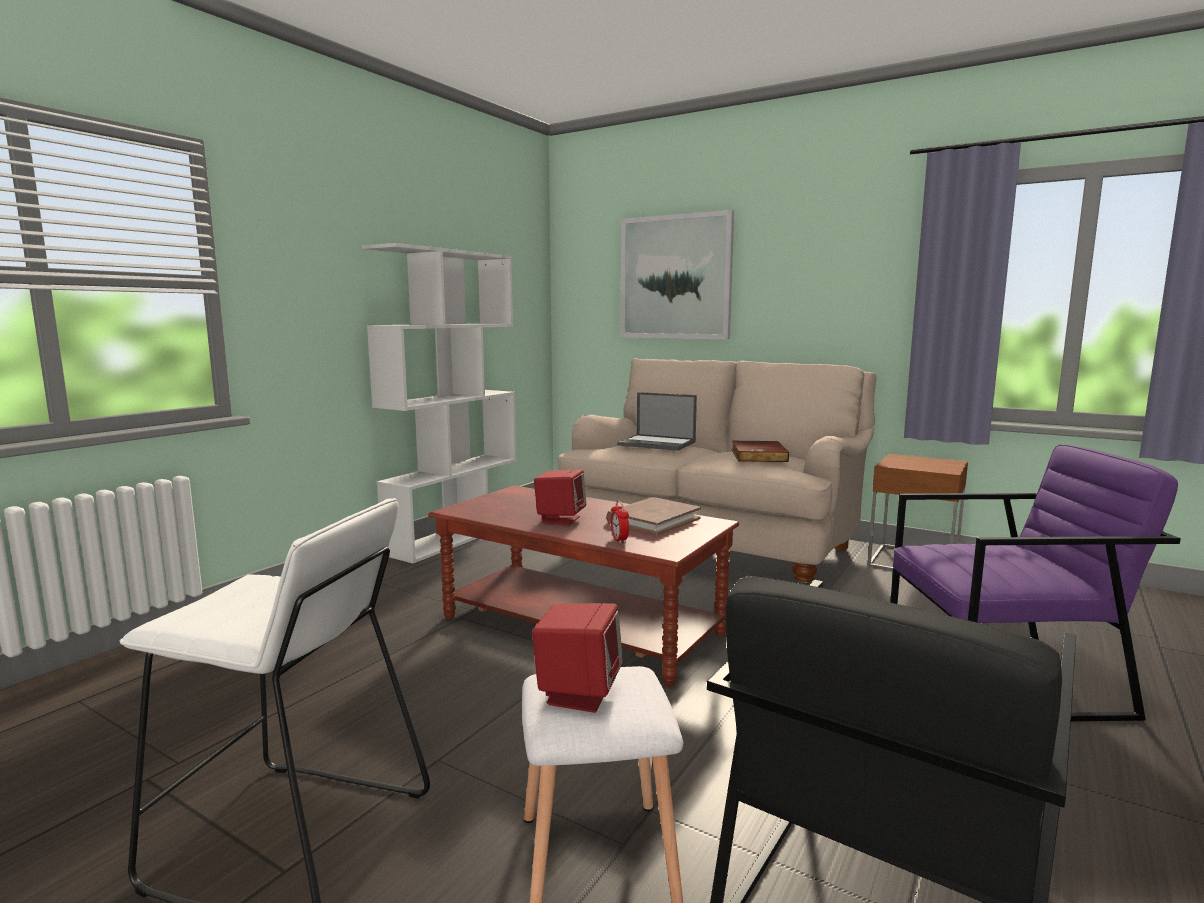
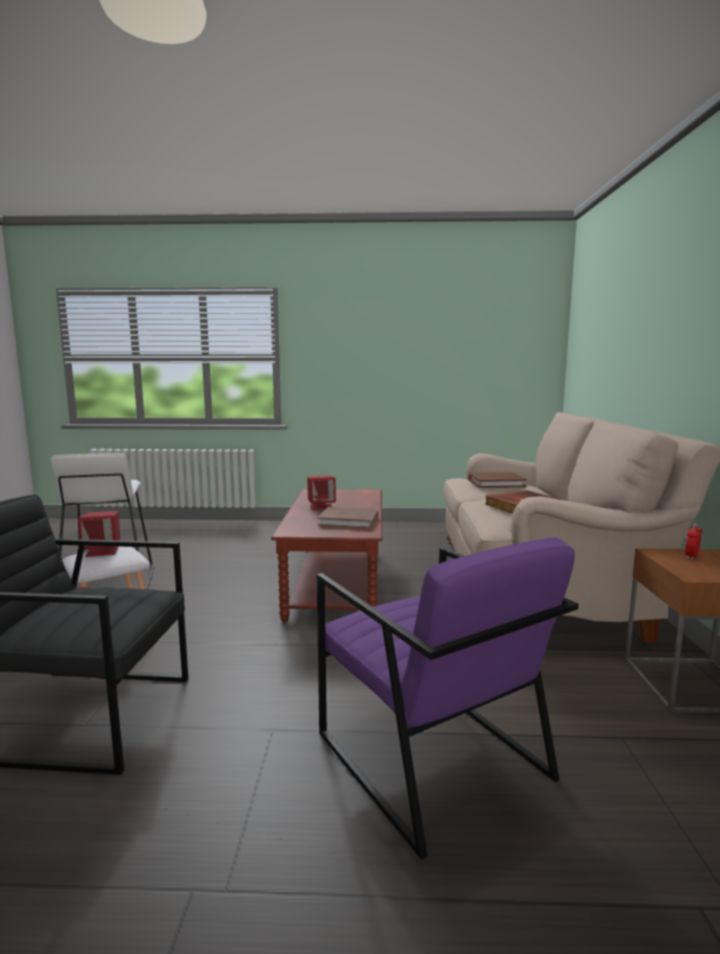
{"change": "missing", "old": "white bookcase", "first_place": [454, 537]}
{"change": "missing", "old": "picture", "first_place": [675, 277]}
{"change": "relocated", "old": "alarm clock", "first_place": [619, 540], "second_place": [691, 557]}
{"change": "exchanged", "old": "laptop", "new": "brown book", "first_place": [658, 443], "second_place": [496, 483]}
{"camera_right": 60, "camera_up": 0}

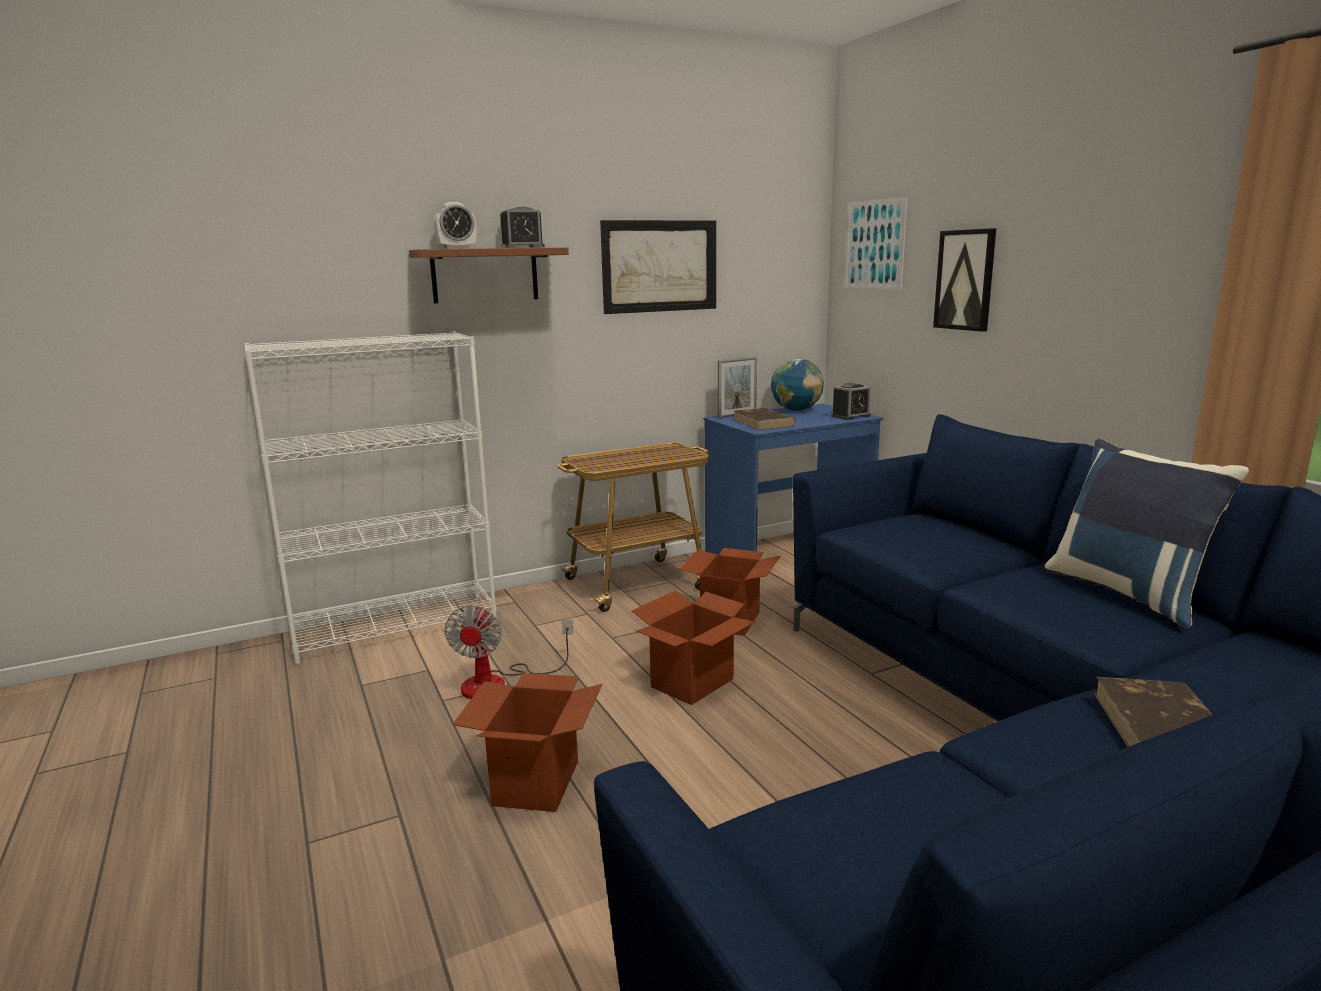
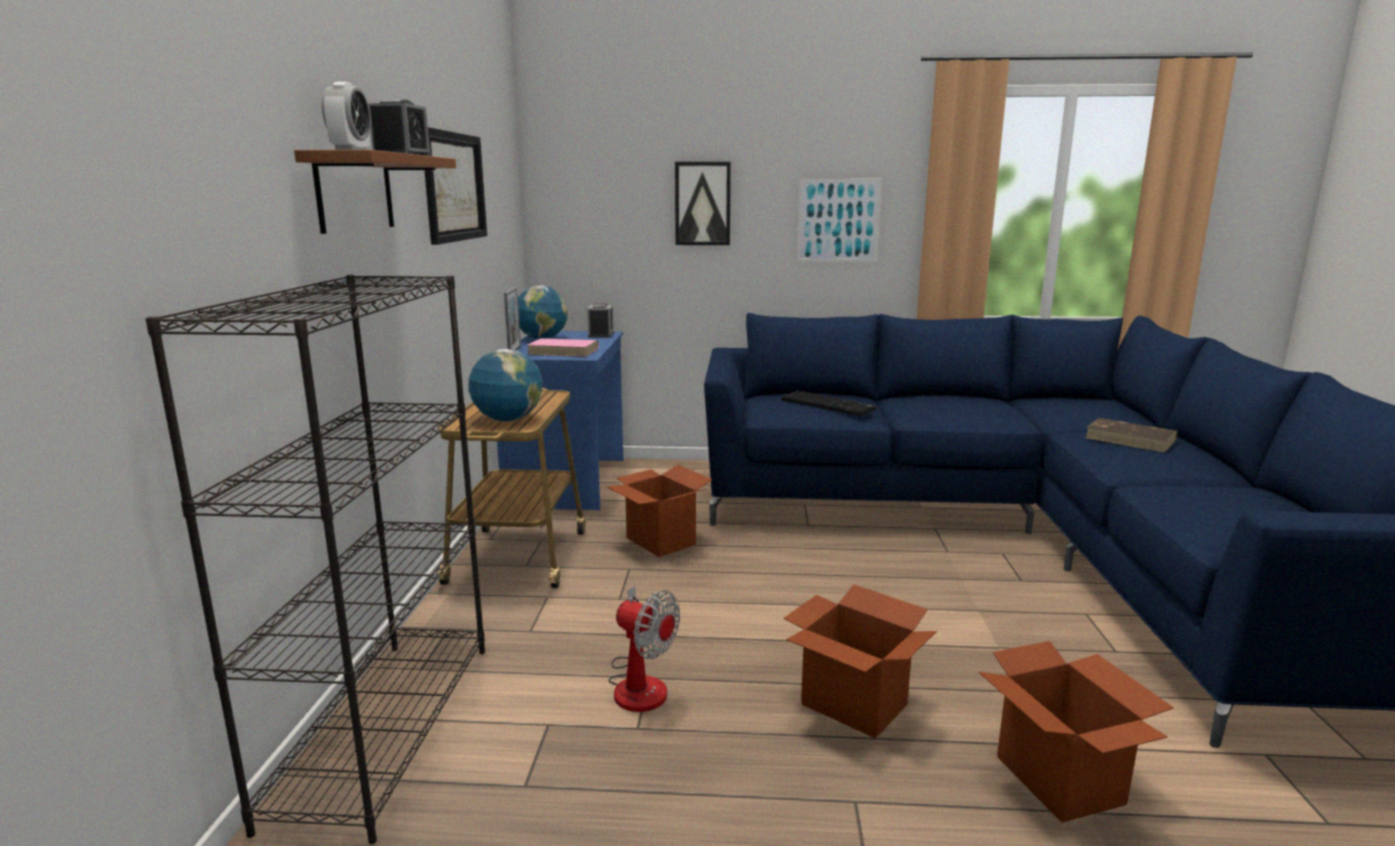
{"change": "missing", "old": "blue pillow", "first_place": [1128, 592]}
{"change": "appeared", "new": "globe", "second_place": [508, 419]}
{"change": "appeared", "new": "keyboard", "second_place": [829, 405]}
{"change": "relocated", "old": "cardboard box", "first_place": [692, 683], "second_place": [1060, 780]}
{"change": "relocated", "old": "picture", "first_place": [874, 244], "second_place": [838, 220]}
{"change": "colour", "old": "white bookcase", "new": "black bookcase", "first_place": [396, 627], "second_place": [385, 727]}
{"change": "colour", "old": "brown book", "new": "pink book", "first_place": [763, 423], "second_place": [564, 351]}
{"camera_right": -60, "camera_up": 0}

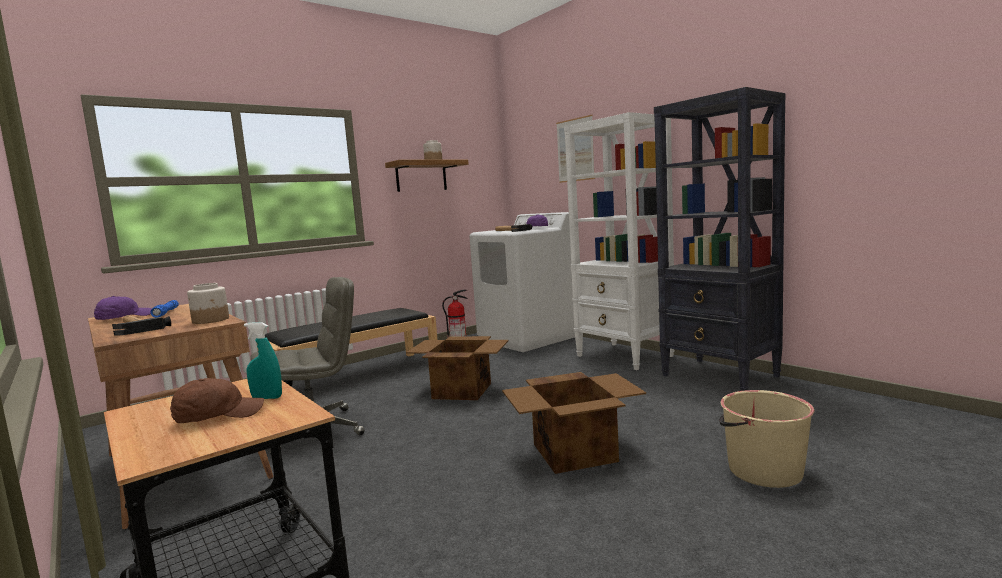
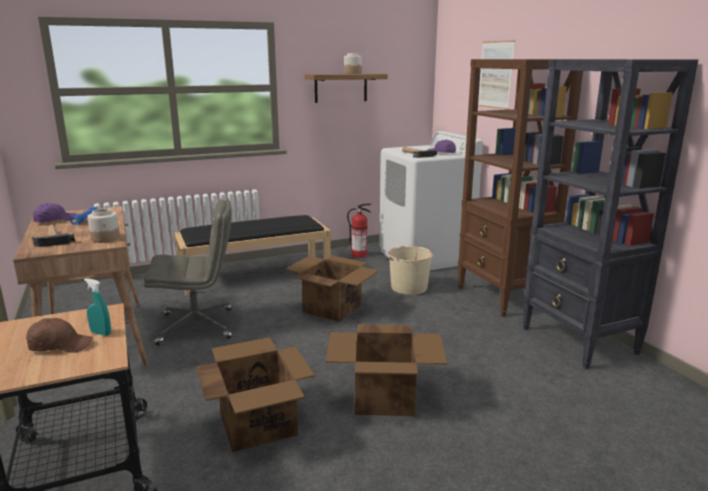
{"change": "appeared", "new": "cardboard box", "second_place": [258, 423]}
{"change": "relocated", "old": "beige bucket", "first_place": [763, 471], "second_place": [408, 288]}
{"change": "colour", "old": "white bookcase", "new": "brown bookcase", "first_place": [625, 356], "second_place": [503, 297]}
{"camera_right": 15, "camera_up": 10}

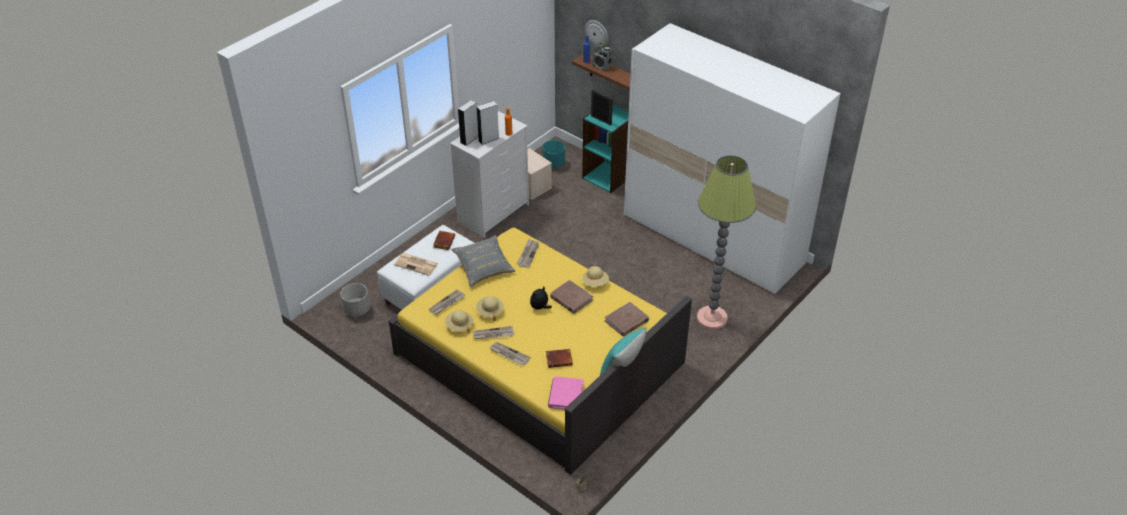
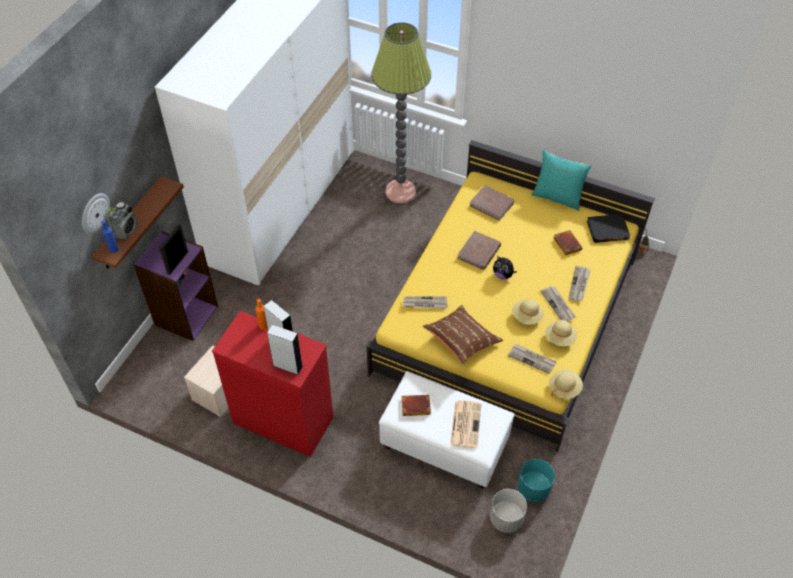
{"change": "relocated", "old": "turquoise planter", "first_place": [553, 164], "second_place": [534, 488]}
{"change": "relocated", "old": "beige hat", "first_place": [595, 283], "second_place": [564, 388]}
{"change": "colour", "old": "white dresser", "new": "red dresser", "first_place": [493, 212], "second_place": [282, 420]}
{"change": "colour", "old": "grey pillow", "new": "brown pillow", "first_place": [483, 268], "second_place": [461, 341]}
{"change": "colour", "old": "pink book", "new": "black book", "first_place": [565, 395], "second_place": [607, 230]}
{"change": "colour", "old": "turquoise bookcase", "new": "purple bookcase", "first_place": [608, 176], "second_place": [185, 315]}
{"camera_right": -105, "camera_up": 10}

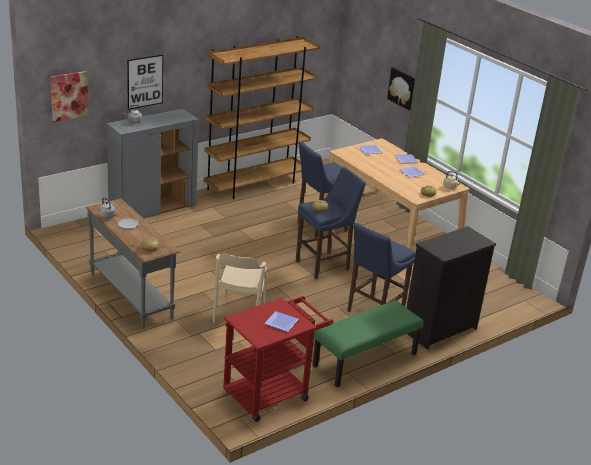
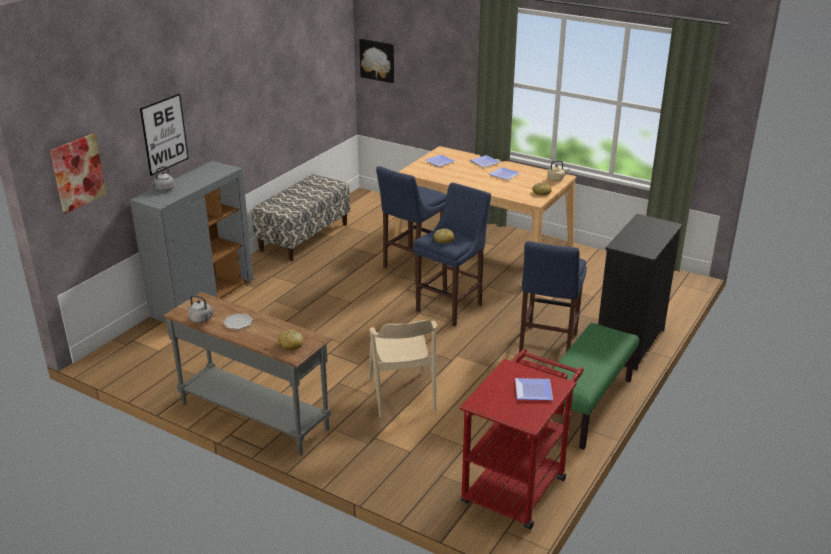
{"change": "relocated", "old": "picture", "first_place": [402, 88], "second_place": [378, 60]}
{"change": "exchanged", "old": "brown bookcase", "new": "bench", "first_place": [256, 185], "second_place": [304, 237]}
{"camera_right": -20, "camera_up": 0}

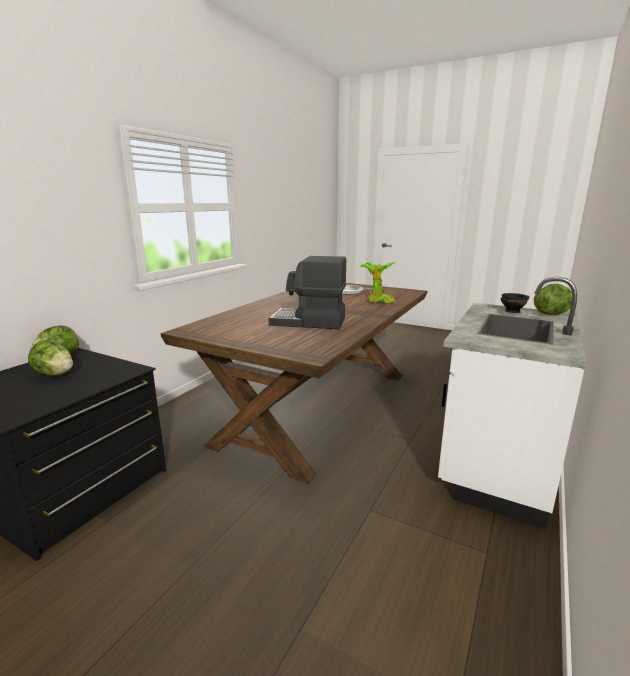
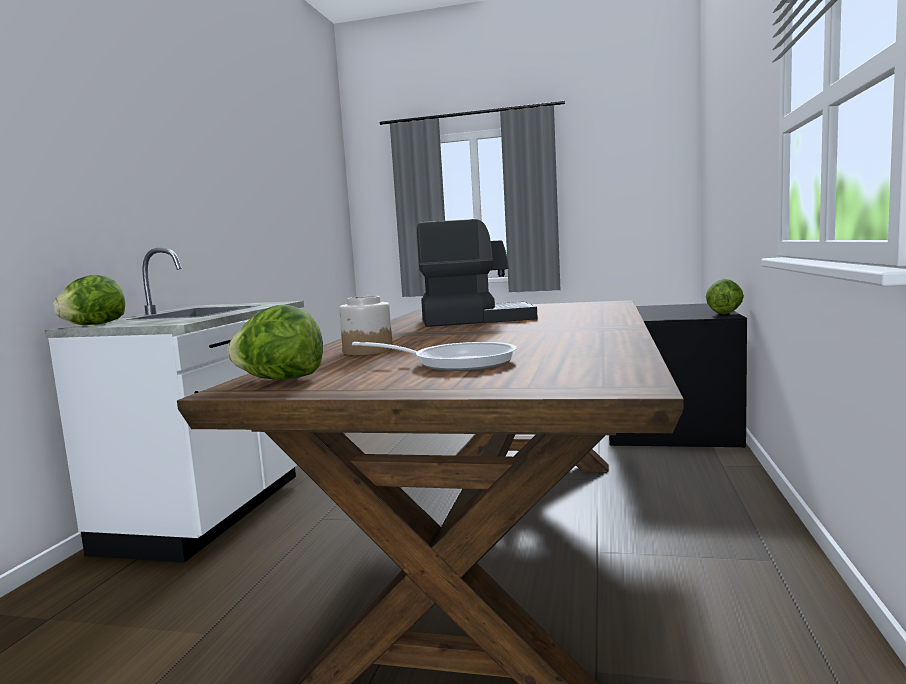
{"change": "missing", "old": "black bowl", "first_place": [513, 311]}
{"change": "relocated", "old": "lettuce", "first_place": [55, 374], "second_place": [281, 379]}
{"change": "exchanged", "old": "potted plant", "new": "jar", "first_place": [378, 302], "second_place": [367, 351]}
{"camera_right": 165, "camera_up": -10}

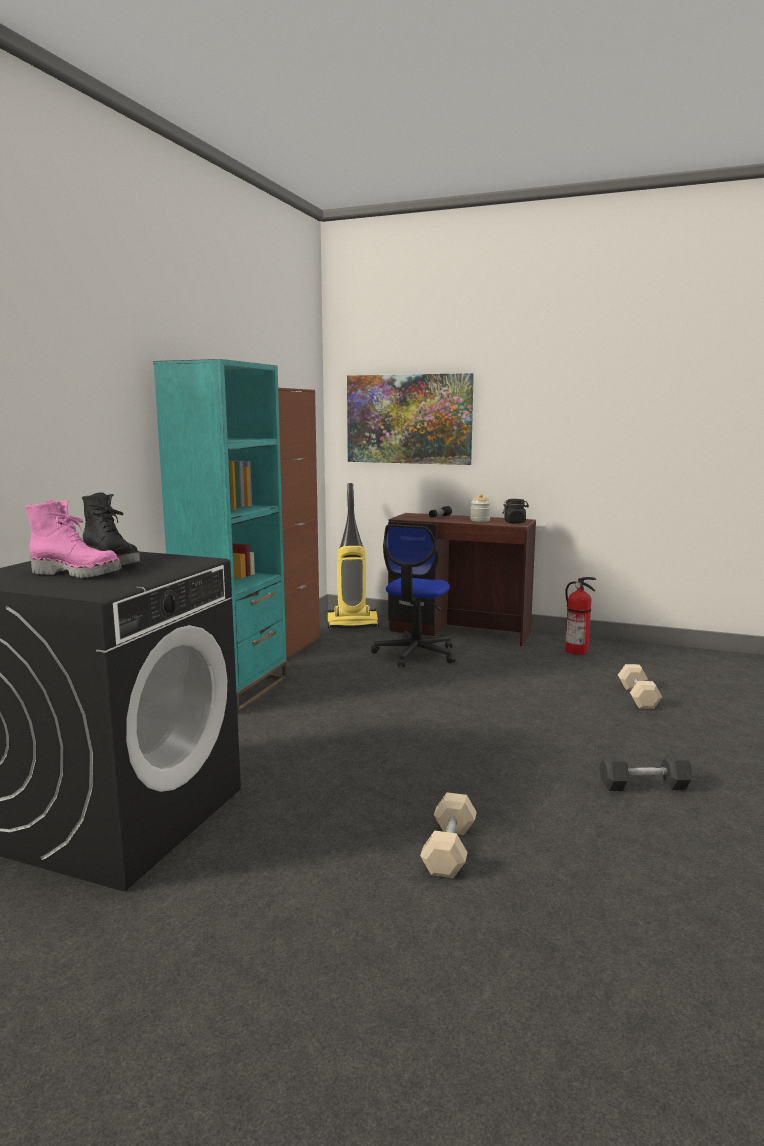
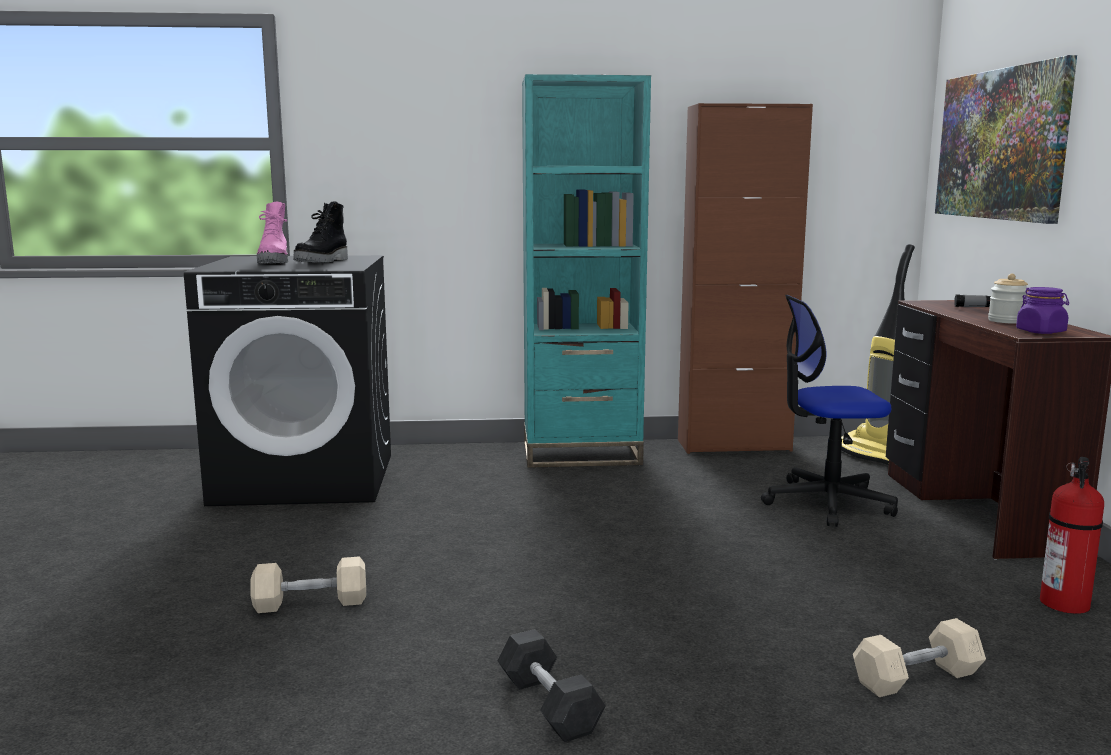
{"change": "colour", "old": "black jar", "new": "purple jar", "first_place": [515, 522], "second_place": [1041, 332]}
{"camera_right": 65, "camera_up": 0}

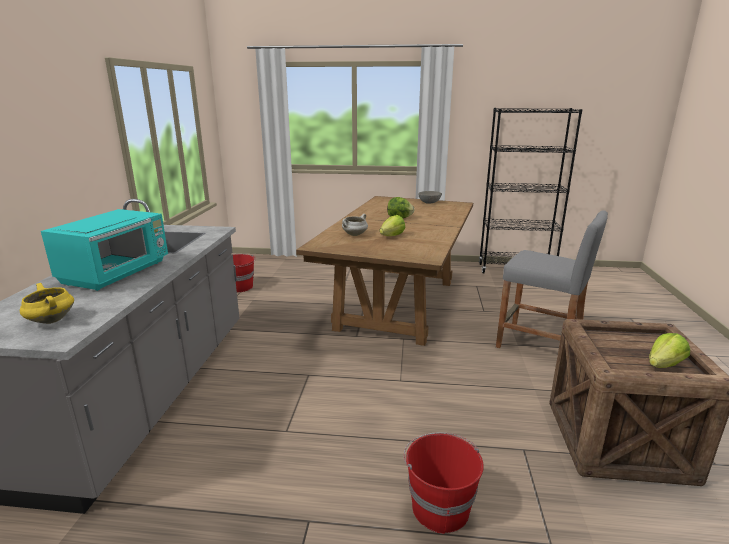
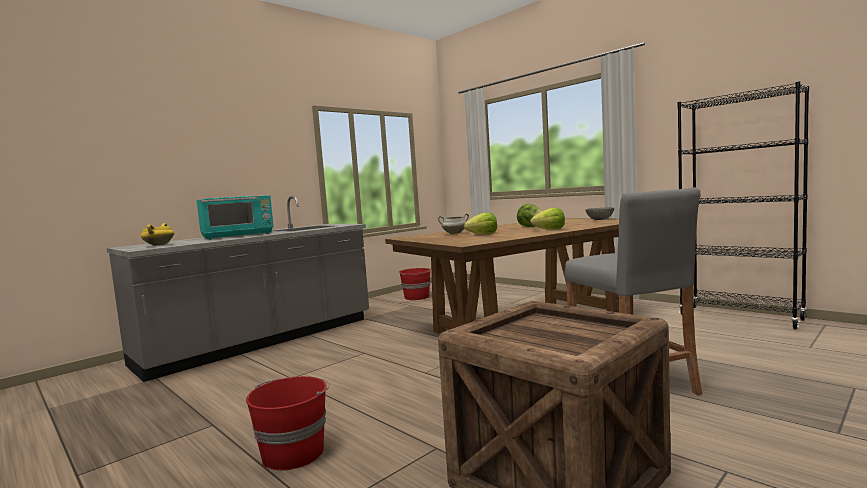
{"change": "relocated", "old": "lettuce", "first_place": [663, 365], "second_place": [550, 229]}
{"camera_right": 40, "camera_up": -15}

